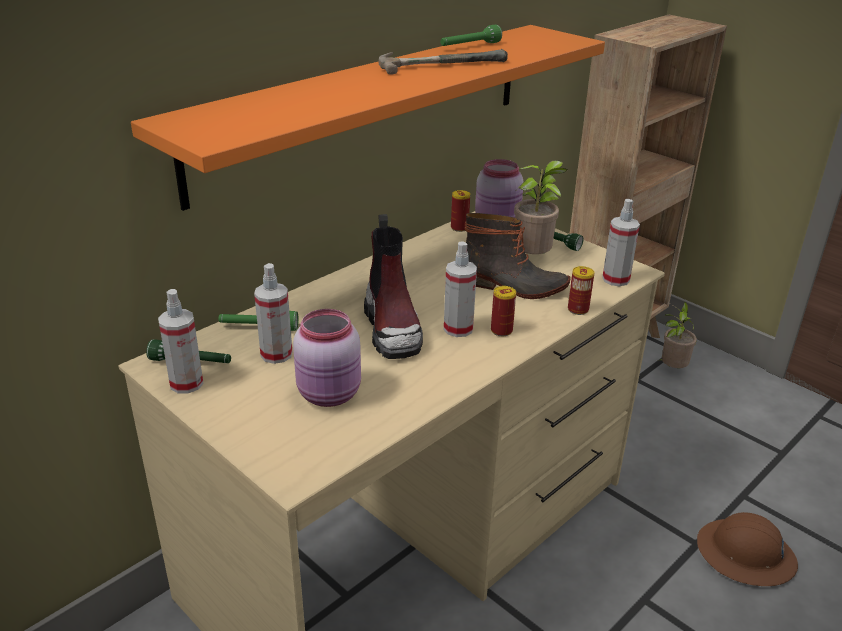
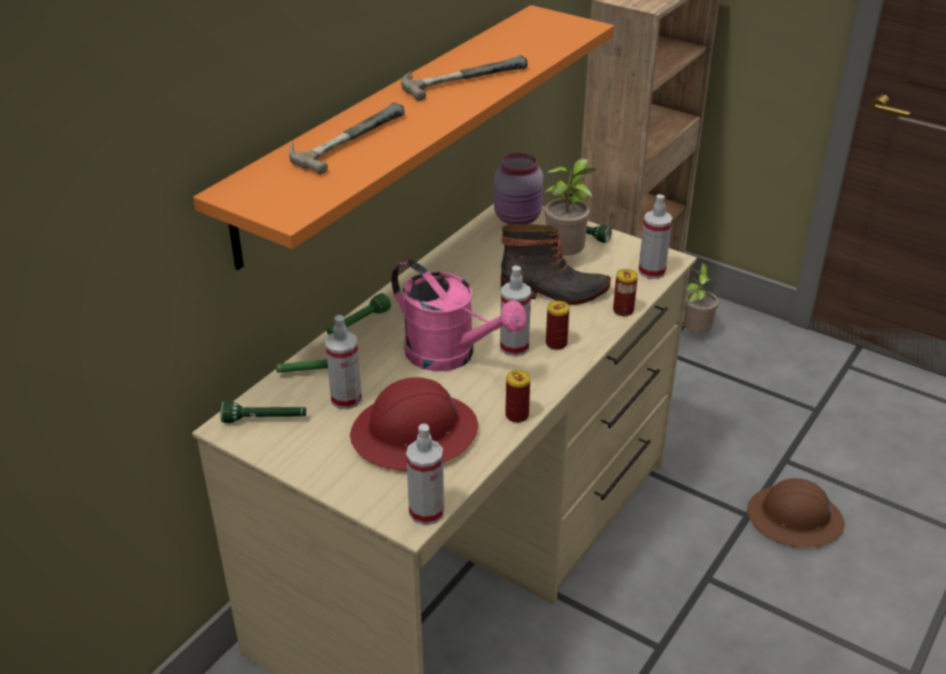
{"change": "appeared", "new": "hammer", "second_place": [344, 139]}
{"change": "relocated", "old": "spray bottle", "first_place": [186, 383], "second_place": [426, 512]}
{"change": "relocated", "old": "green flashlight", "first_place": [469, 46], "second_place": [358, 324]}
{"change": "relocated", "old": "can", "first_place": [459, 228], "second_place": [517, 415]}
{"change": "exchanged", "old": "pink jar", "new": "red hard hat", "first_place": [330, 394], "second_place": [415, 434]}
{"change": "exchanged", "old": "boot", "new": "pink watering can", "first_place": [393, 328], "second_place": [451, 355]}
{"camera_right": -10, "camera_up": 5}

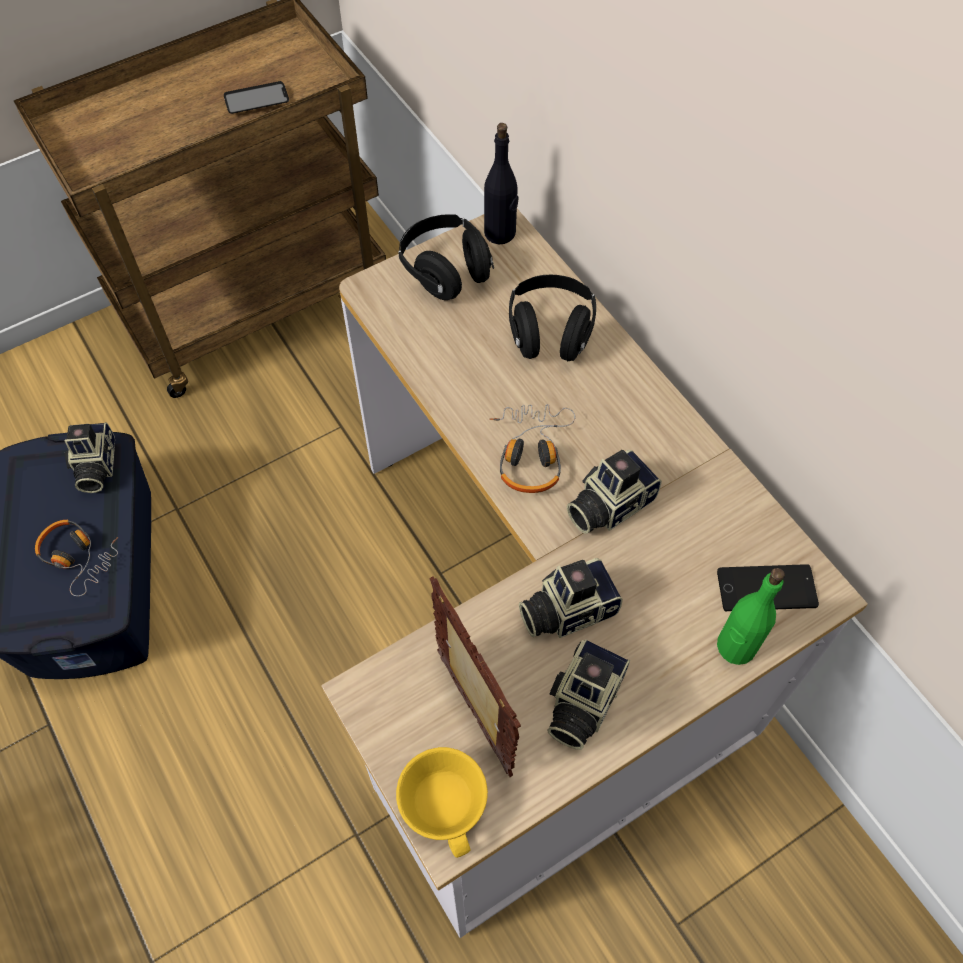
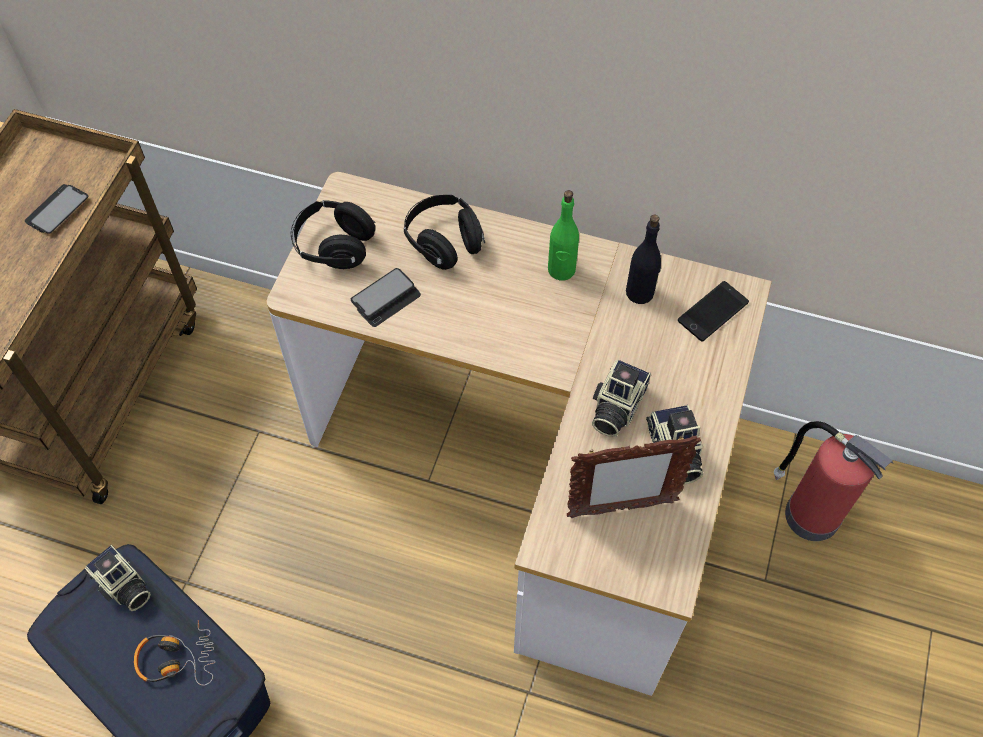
{"change": "missing", "old": "yellow cup", "first_place": [447, 803]}
{"change": "missing", "old": "headphones", "first_place": [531, 453]}
{"change": "missing", "old": "photo camera", "first_place": [608, 504]}
{"change": "appeared", "new": "phone", "second_place": [386, 298]}
{"change": "appeared", "new": "fire extinguisher", "second_place": [809, 513]}
{"change": "relocated", "old": "black bottle", "first_place": [500, 233], "second_place": [640, 292]}
{"change": "relocated", "old": "green bottle", "first_place": [736, 647], "second_place": [561, 270]}
{"change": "spun", "old": "picture frame", "first_place": [473, 715], "second_place": [621, 508], "degrees": 150}
{"camera_right": -40, "camera_up": 0}

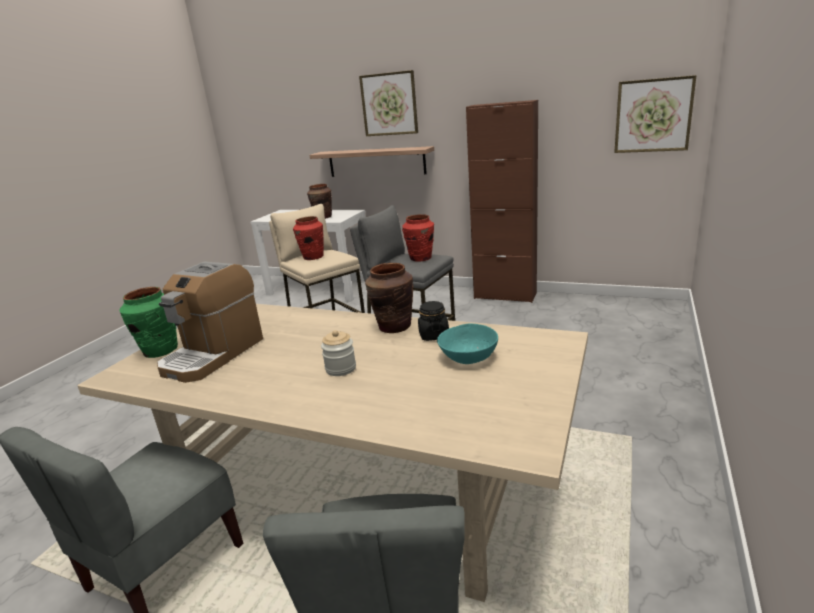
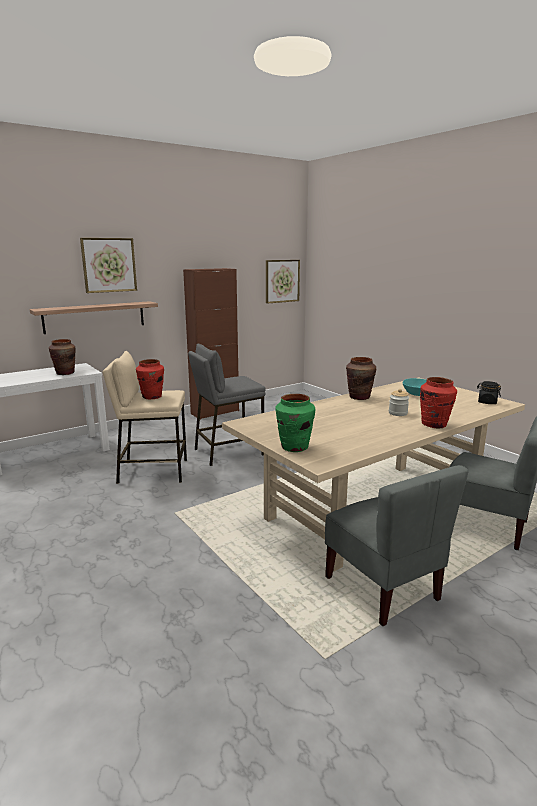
{"change": "missing", "old": "coffee machine", "first_place": [213, 354]}
{"change": "relocated", "old": "red vase", "first_place": [420, 258], "second_place": [434, 424]}
{"change": "relocated", "old": "black jar", "first_place": [433, 335], "second_place": [487, 402]}
{"camera_right": -60, "camera_up": -5}

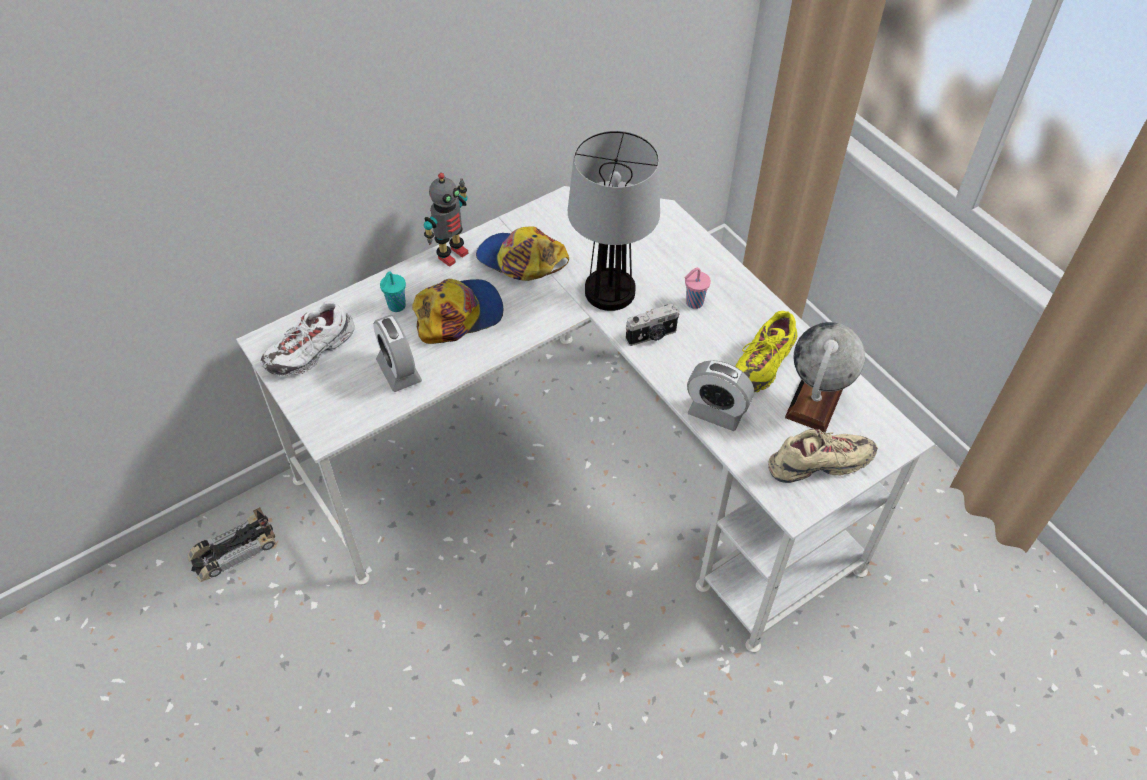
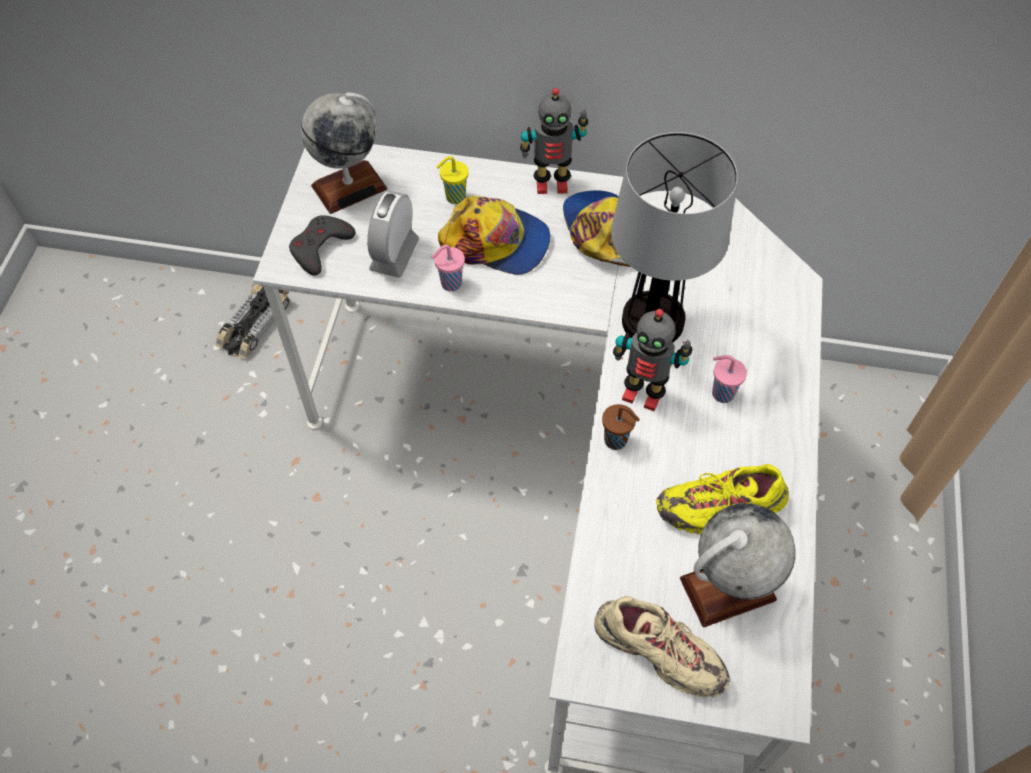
{"change": "missing", "old": "alarm clock", "first_place": [716, 412]}
{"change": "appeared", "new": "grey game controller", "second_place": [320, 248]}
{"change": "appeared", "new": "pink cup", "second_place": [450, 284]}
{"change": "appeared", "new": "brown cup", "second_place": [617, 441]}
{"change": "exchanged", "old": "white shoe", "new": "globe", "first_place": [311, 351], "second_place": [349, 187]}
{"change": "exchanged", "old": "photo camera", "new": "toy robot", "first_place": [652, 336], "second_place": [642, 394]}
{"change": "colour", "old": "turquoise cup", "new": "yellow cup", "first_place": [396, 306], "second_place": [454, 197]}
{"change": "spun", "old": "toy car", "first_place": [233, 550], "second_place": [254, 324], "degrees": -75}
{"camera_right": 45, "camera_up": 5}

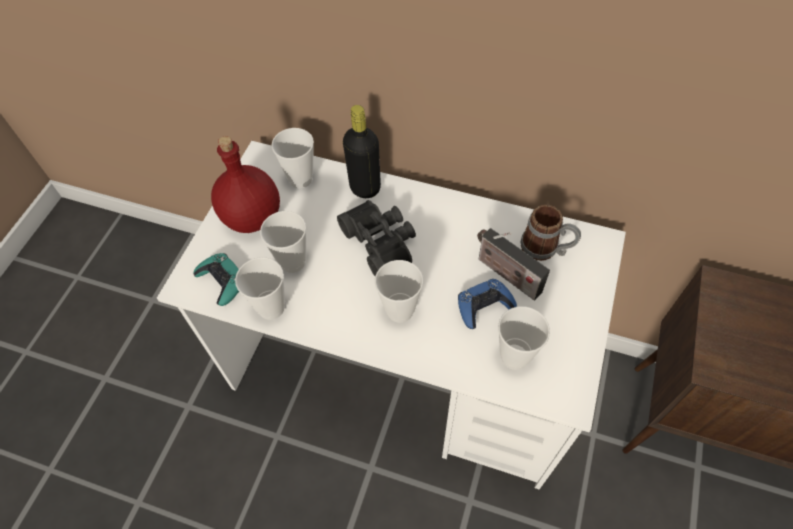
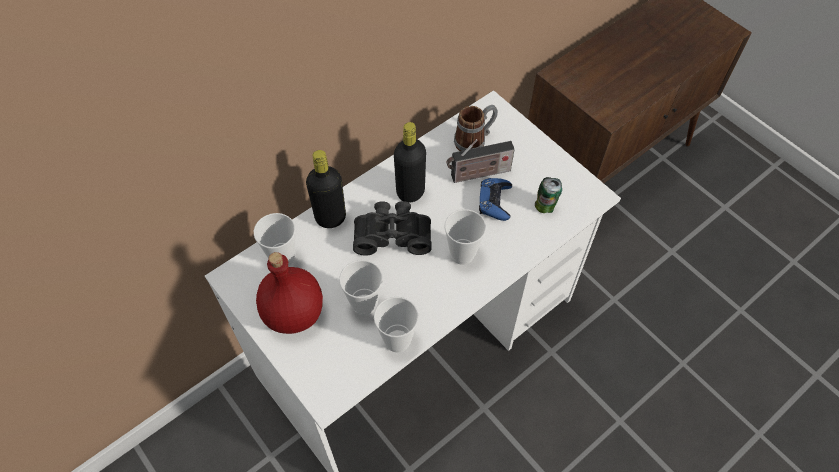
{"change": "missing", "old": "turquoise game controller", "first_place": [222, 281]}
{"change": "appeared", "new": "black bottle", "second_place": [410, 192]}
{"change": "exchanged", "old": "cup", "new": "can", "first_place": [514, 356], "second_place": [545, 207]}
{"camera_right": -60, "camera_up": 0}

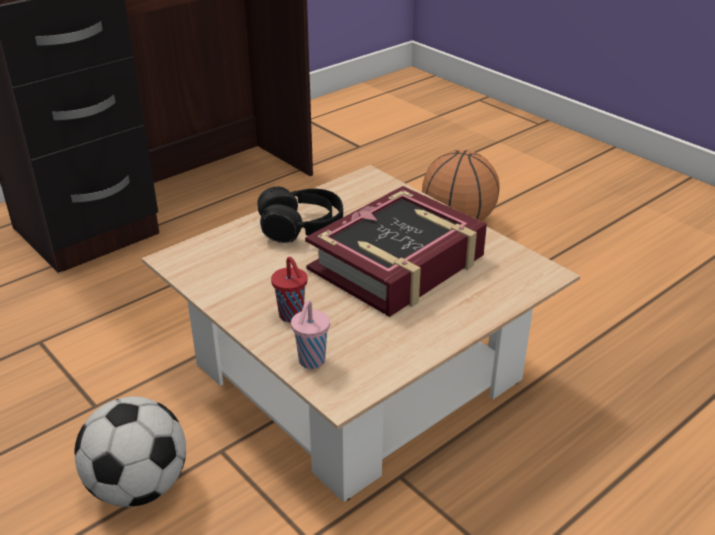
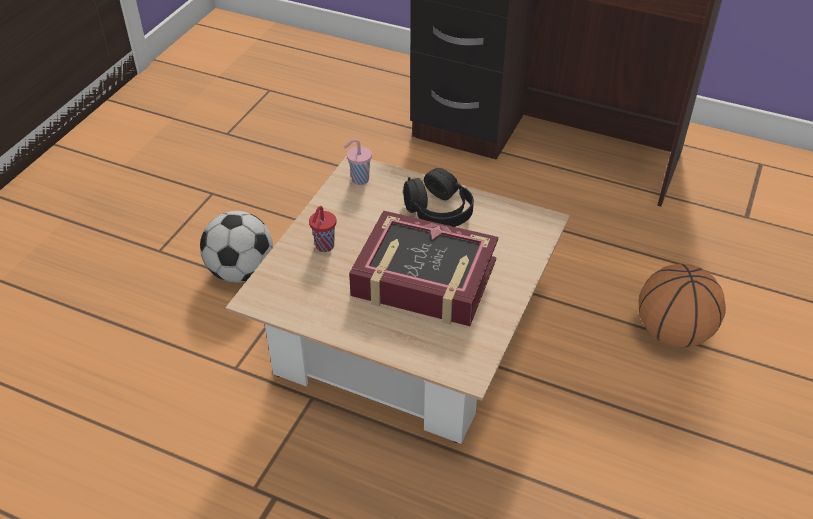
{"change": "relocated", "old": "pink cup", "first_place": [311, 362], "second_place": [359, 180]}
{"camera_right": 65, "camera_up": 10}

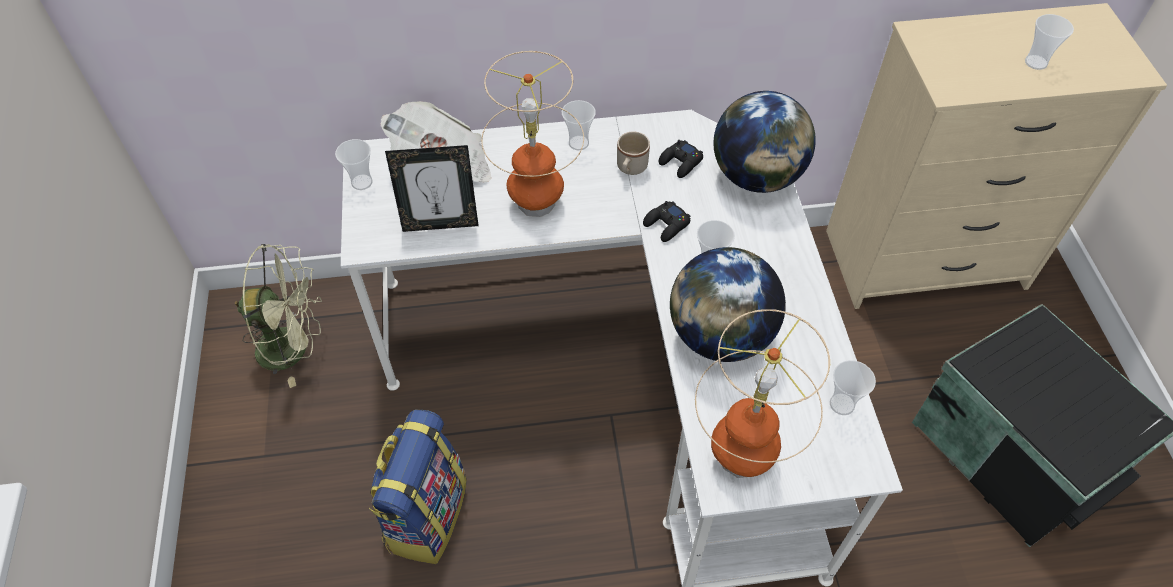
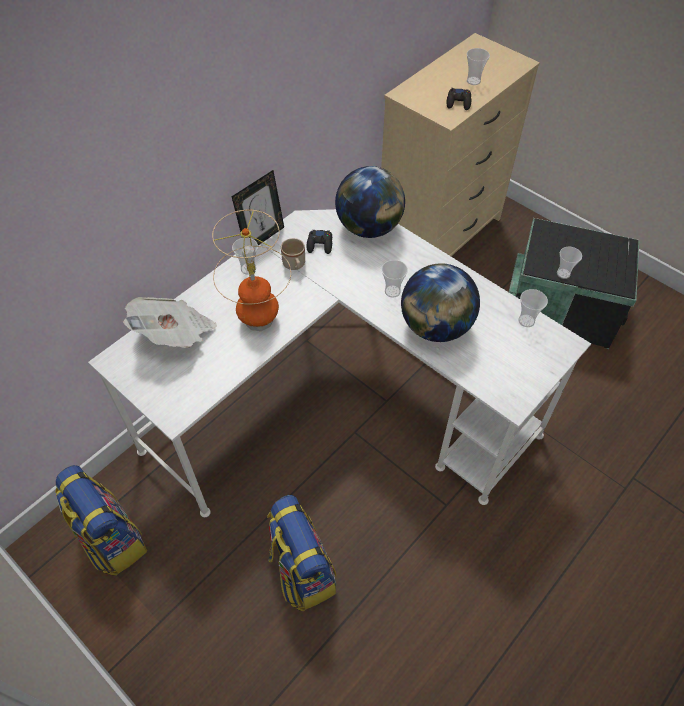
{"change": "missing", "old": "table lamp", "first_place": [742, 457]}
{"change": "relocated", "old": "cup", "first_place": [362, 182], "second_place": [563, 273]}
{"change": "relocated", "old": "picture frame", "first_place": [440, 224], "second_place": [262, 238]}
{"change": "relocated", "old": "black game controller", "first_place": [666, 225], "second_place": [458, 102]}
{"change": "exchanged", "old": "green fan", "new": "backpack", "first_place": [294, 347], "second_place": [111, 539]}
{"camera_right": -40, "camera_up": 0}

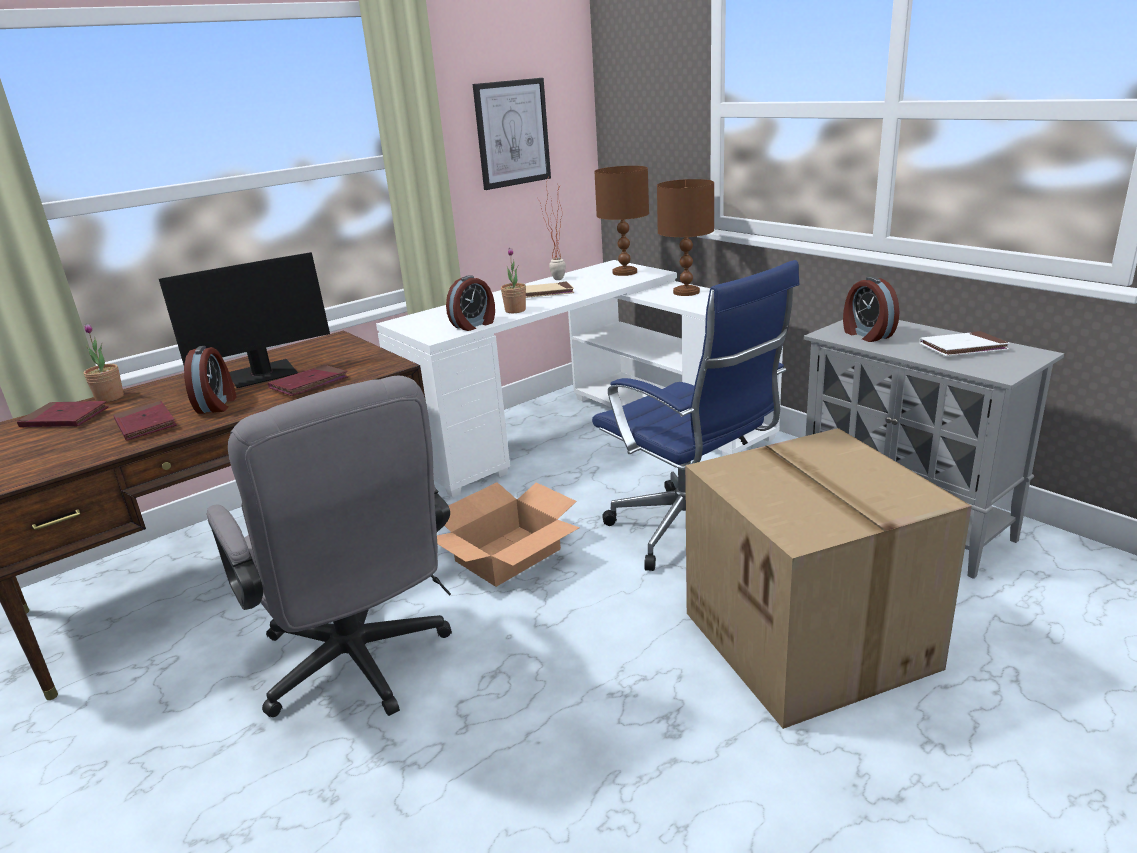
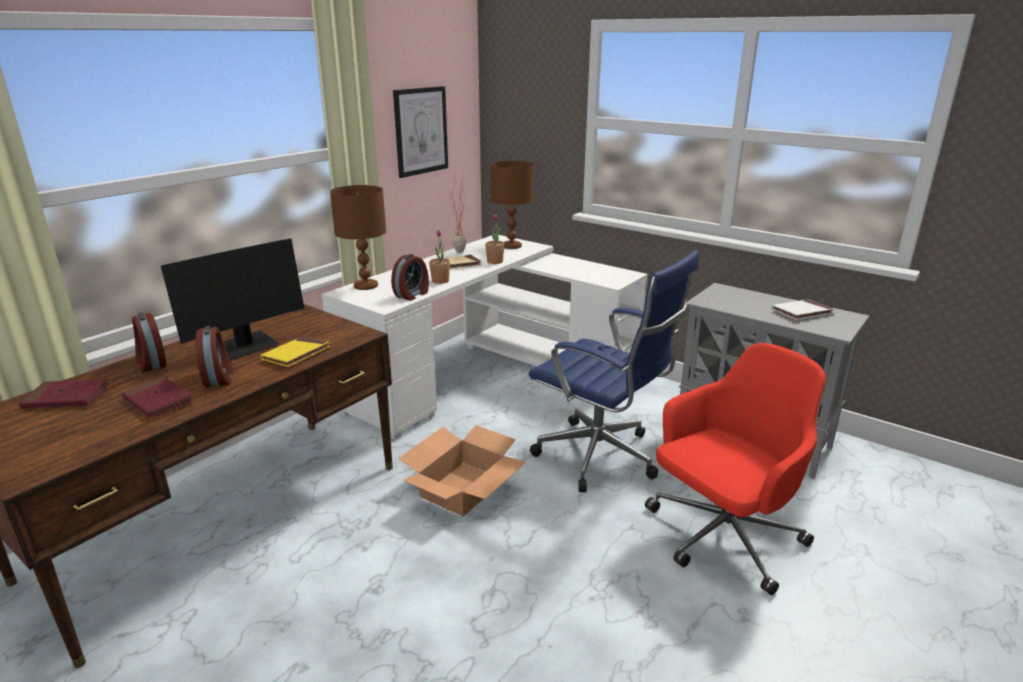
{"change": "missing", "old": "grey office chair", "first_place": [360, 668]}
{"change": "relocated", "old": "potted plant", "first_place": [110, 397], "second_place": [495, 261]}
{"change": "relocated", "old": "brown table lamp", "first_place": [686, 292], "second_place": [365, 286]}
{"change": "relocated", "old": "alarm clock", "first_place": [866, 335], "second_place": [151, 363]}
{"change": "exchanged", "old": "cardboard box", "new": "red office chair", "first_place": [812, 640], "second_place": [722, 538]}
{"change": "colour", "old": "red book", "new": "yellow book", "first_place": [309, 384], "second_place": [296, 354]}
{"camera_right": -15, "camera_up": 0}

